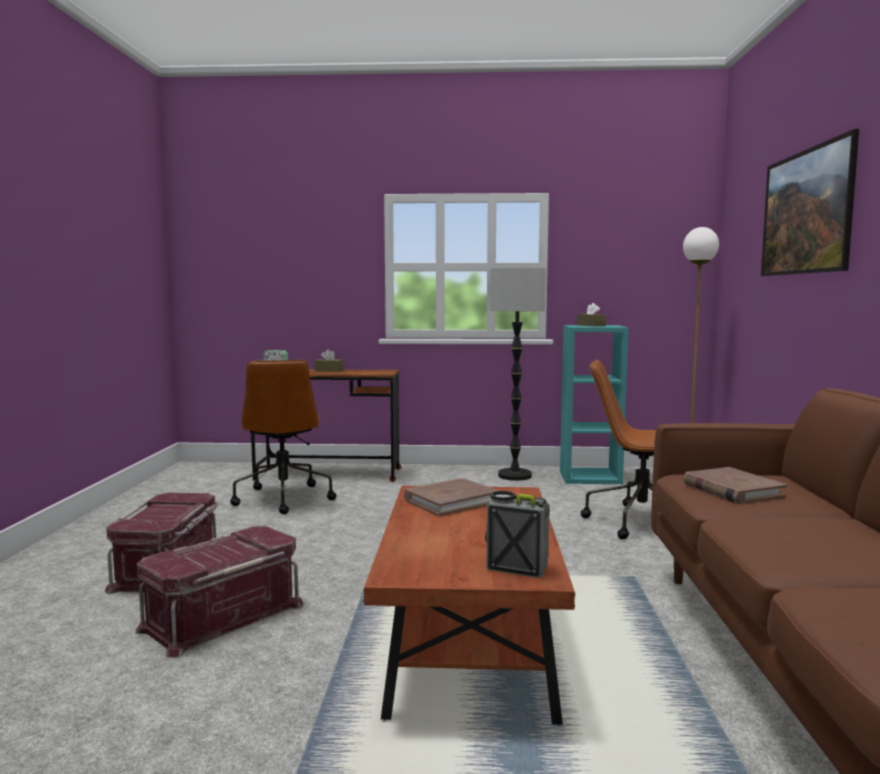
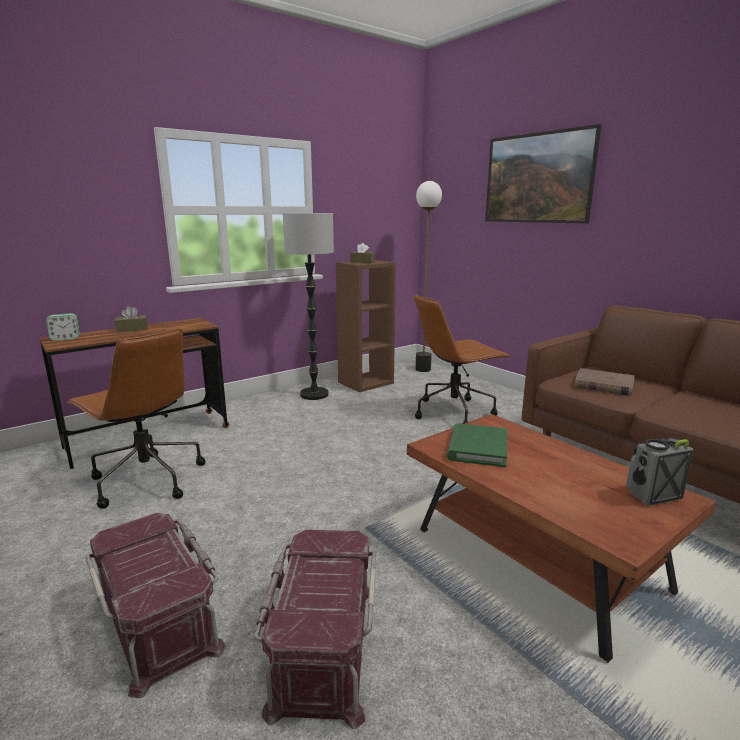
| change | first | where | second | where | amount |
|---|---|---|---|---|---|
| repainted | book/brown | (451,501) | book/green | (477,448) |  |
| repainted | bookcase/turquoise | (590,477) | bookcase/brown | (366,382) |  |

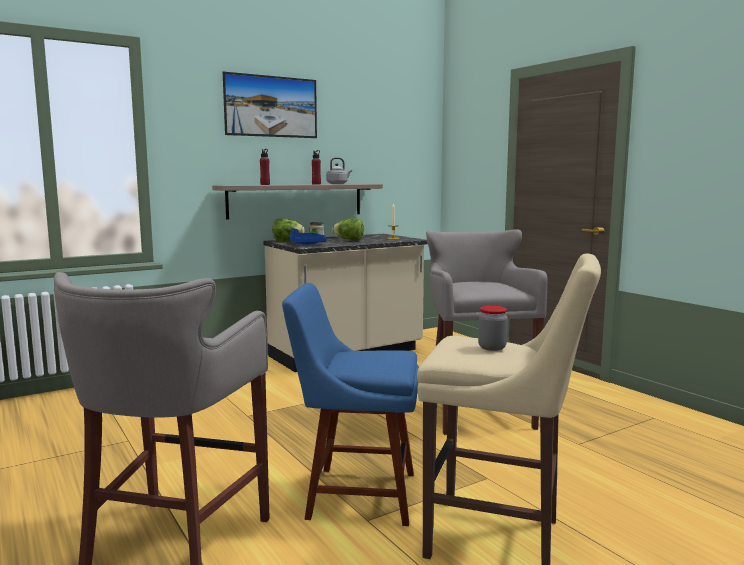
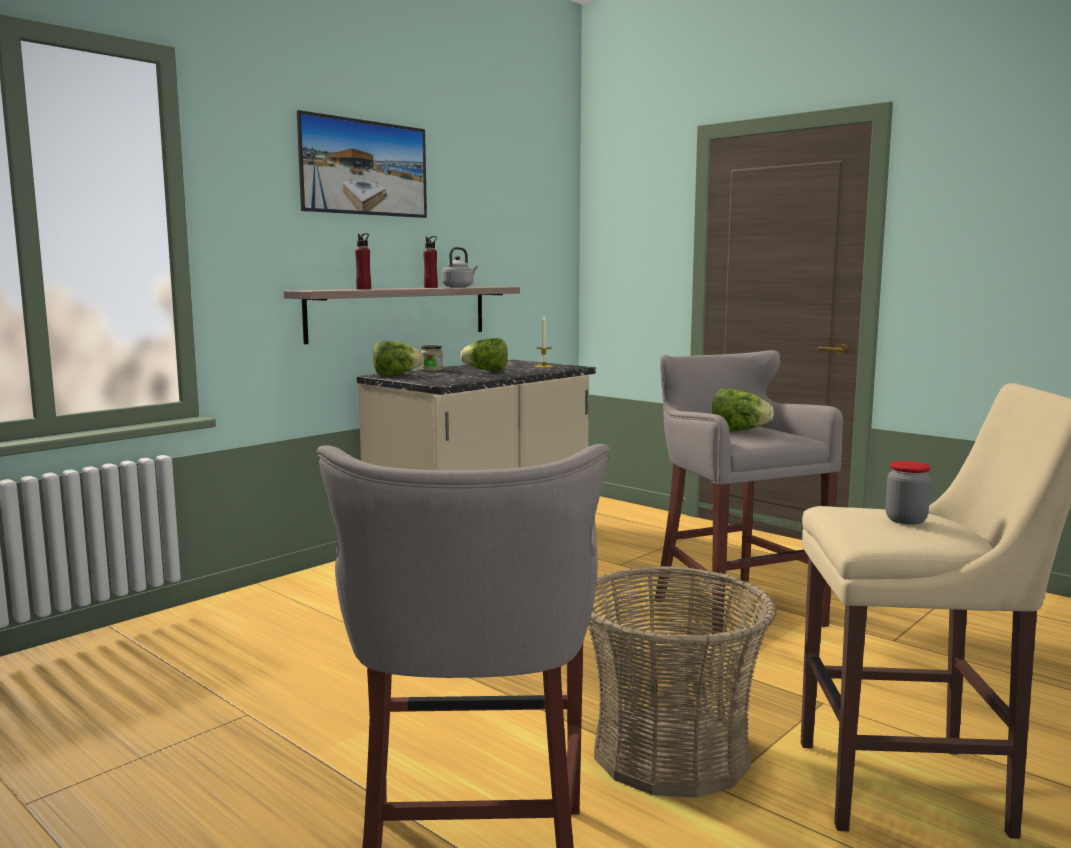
| change | first | where | second | where | amount |
|---|---|---|---|---|---|
| swapped | chair/blue | (355,494) | basket | (670,752) |  |
| gone | tray/blue | (305,244) |  |  |  |
| new |  |  | lettuce | (738,431) |  |

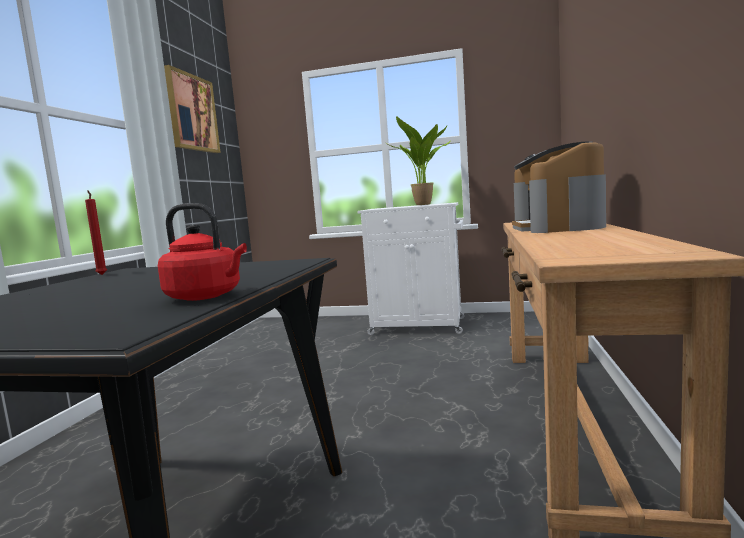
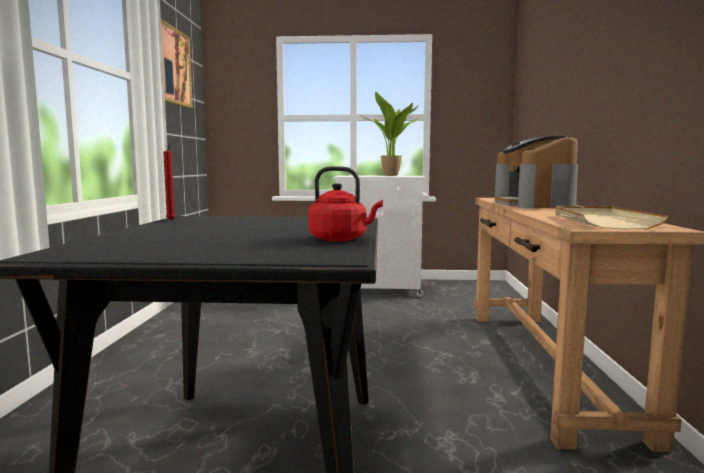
| change | first | where | second | where | amount |
|---|---|---|---|---|---|
| new |  |  | tray/beige | (601,221) |  |

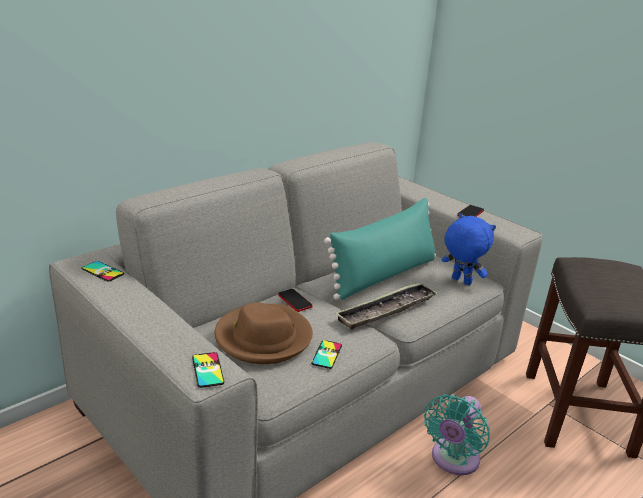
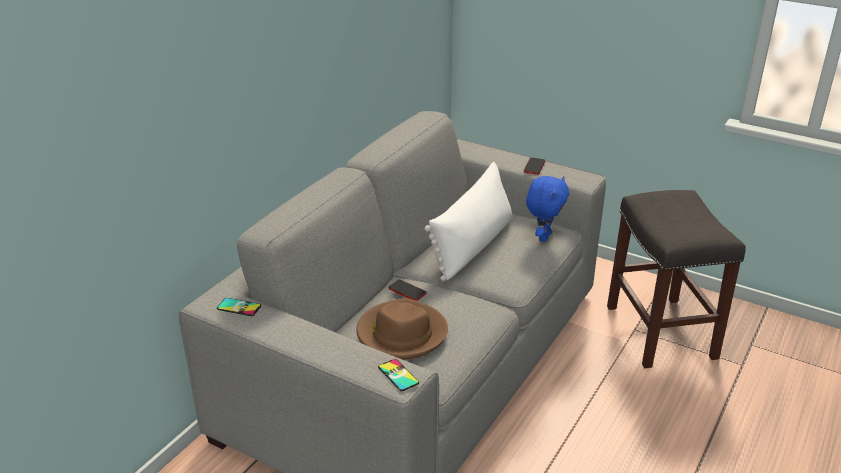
| change | first | where | second | where | amount |
|---|---|---|---|---|---|
| gone | phone | (326,354) |  |  |  |
| repainted | pillow/turquoise | (384,275) | pillow/white | (472,245) |  |
| gone | tray | (386,310) |  |  |  |
| gone | fan/turquoise | (453,460) |  |  |  |
| rotated | plush toy/blue | (460,281) |  | (543,236) | 90 degrees clockwise |

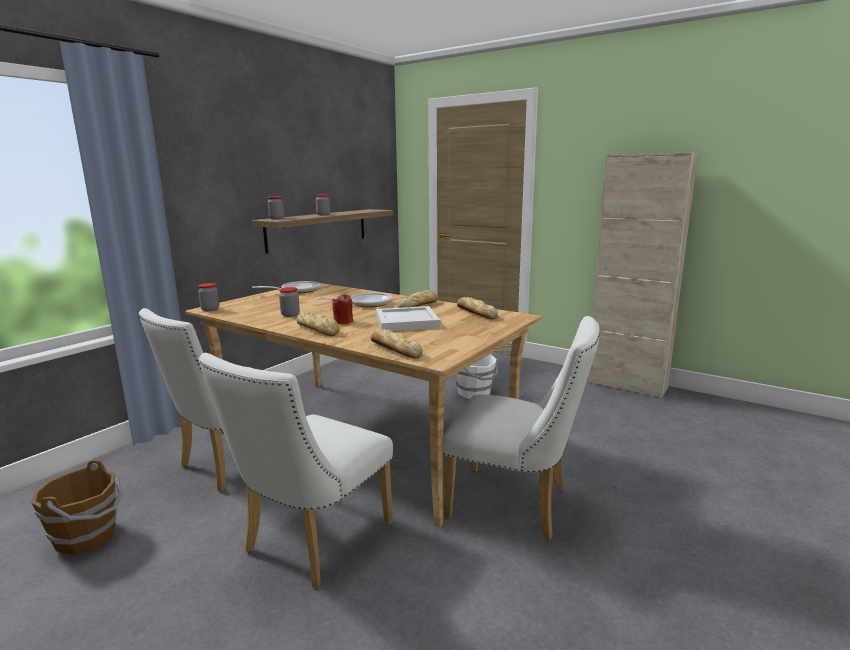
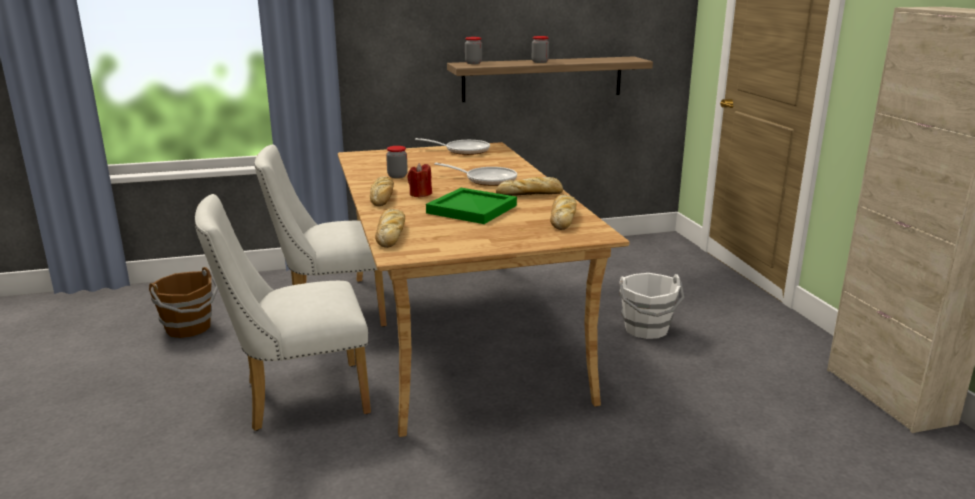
| change | first | where | second | where | amount |
|---|---|---|---|---|---|
| gone | jar | (210,309) |  |  |  |
| repainted | tray/white | (406,322) | tray/green | (470,209) |  |
| gone | chair/white | (516,505) |  |  |  |

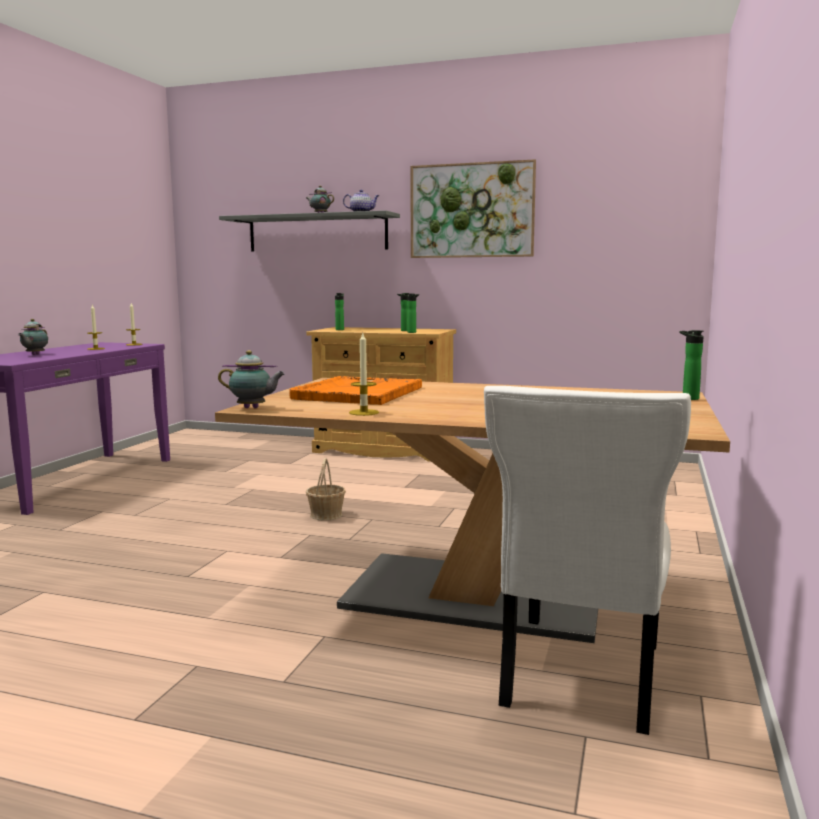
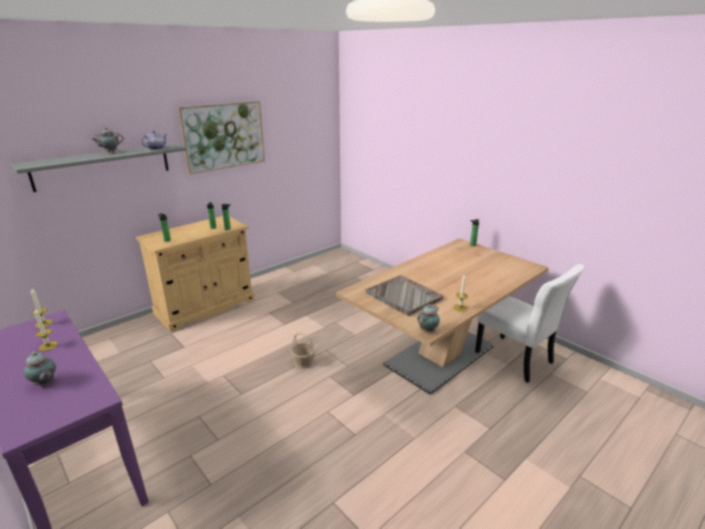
| change | first | where | second | where | amount |
|---|---|---|---|---|---|
| repainted | tray/orange | (357,393) | tray/grey | (404,296) |  |

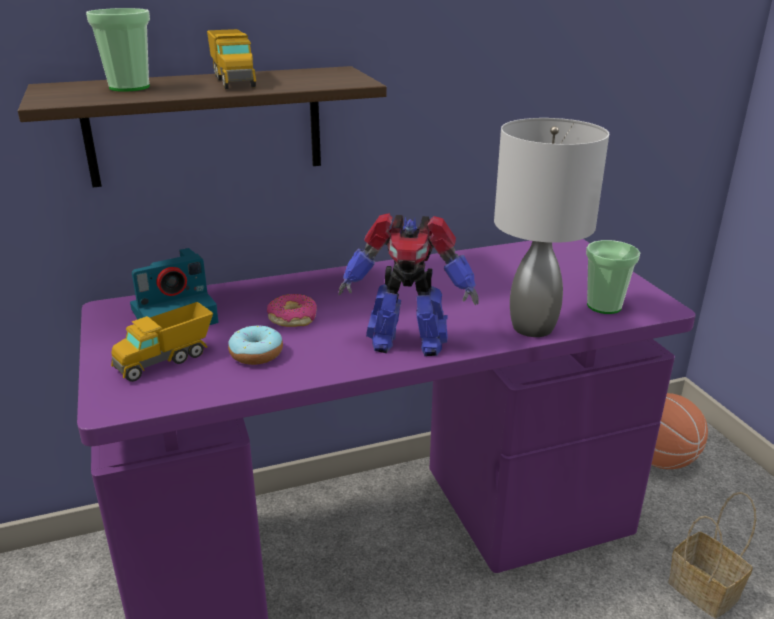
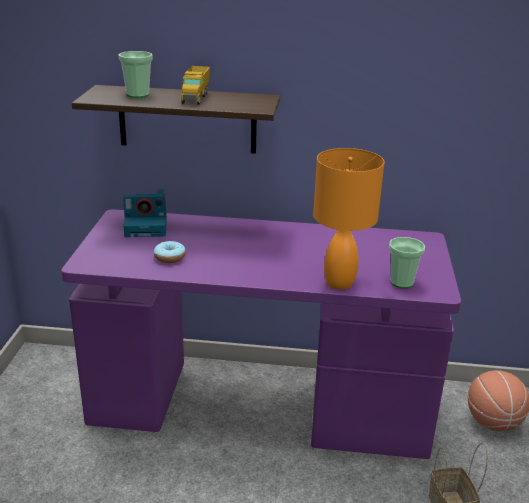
| change | first | where | second | where | amount |
|---|---|---|---|---|---|
| gone | toy truck | (166,360) |  |  |  |
| gone | donut | (292,318) |  |  |  |
| gone | toy robot | (406,342) |  |  |  |
| repainted | table lamp/grey | (533,327) | table lamp/orange | (340,282) |  |

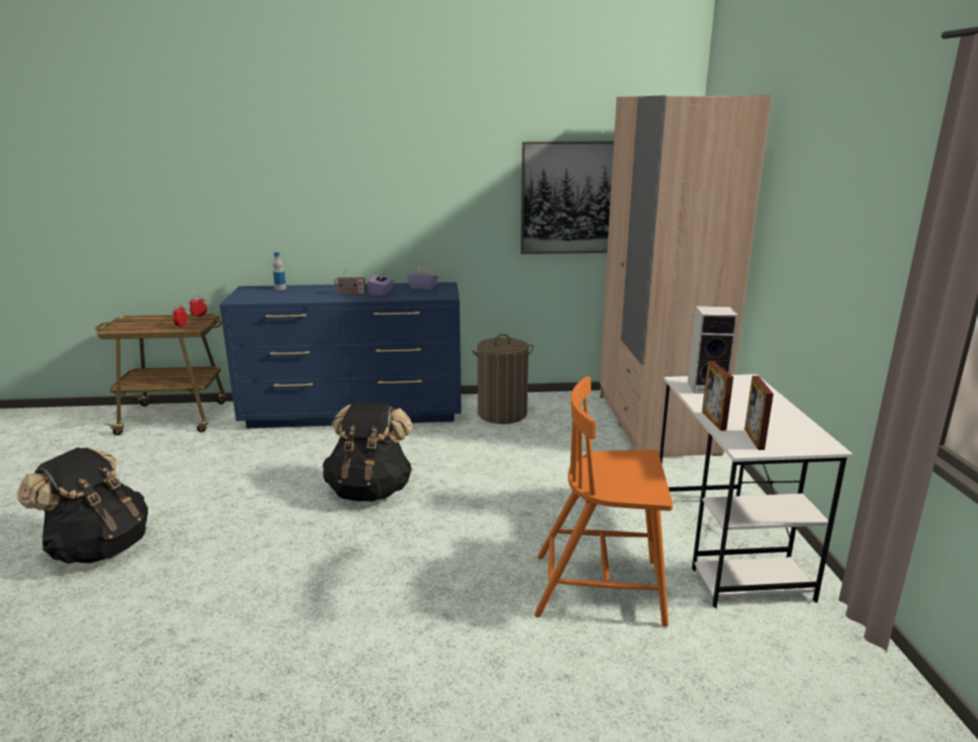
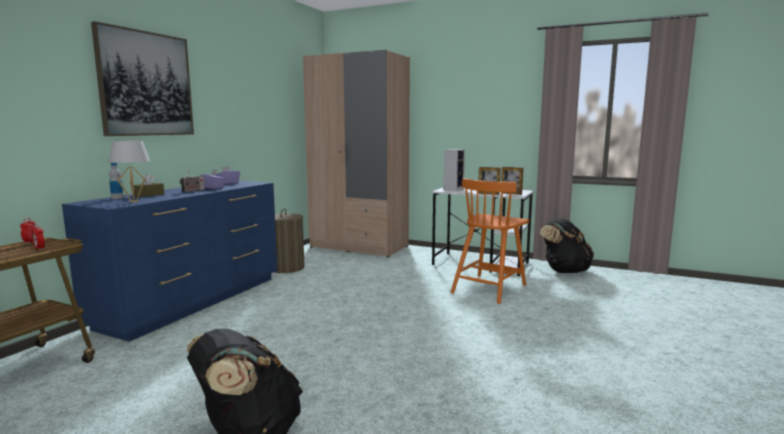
| change | first | where | second | where | amount |
|---|---|---|---|---|---|
| shifted | backpack/black | (370,490) |  | (564,271) |  |
| shifted | picture | (575,198) |  | (146,84) |  |
| new |  |  | table lamp/white | (133,201) |  |
| new |  |  | tissue box/brown | (148,195) |  |

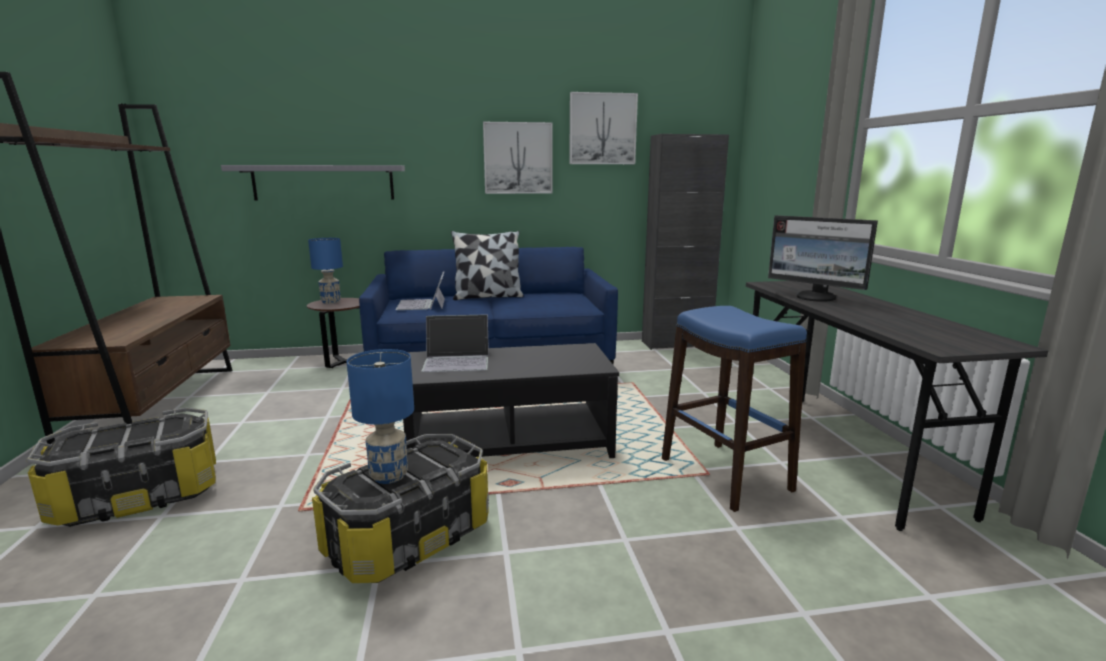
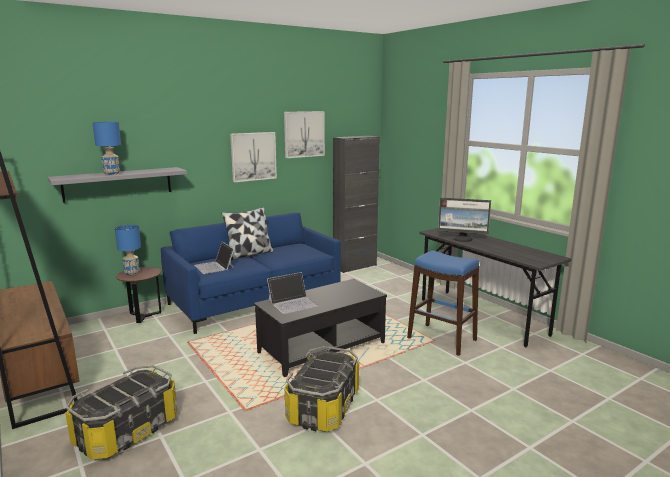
| change | first | where | second | where | amount |
|---|---|---|---|---|---|
| shifted | table lamp/blue | (389,476) |  | (112,173) |  |

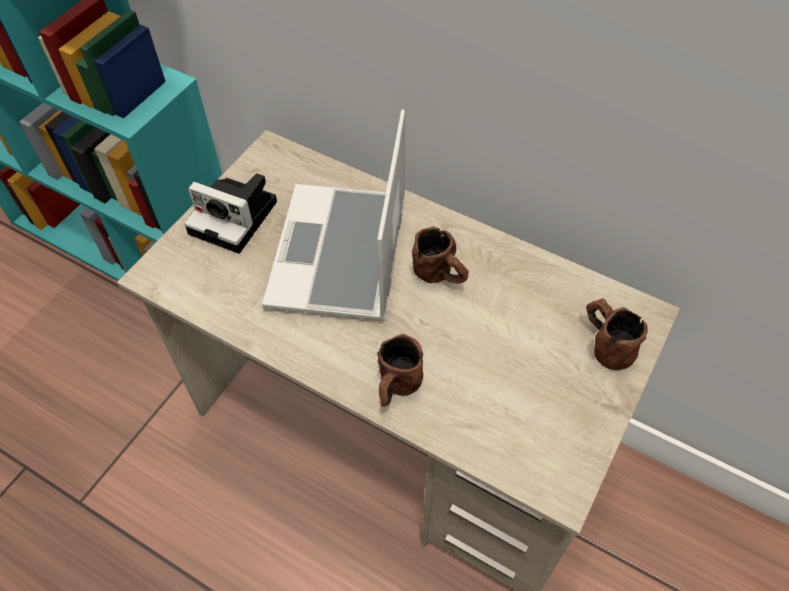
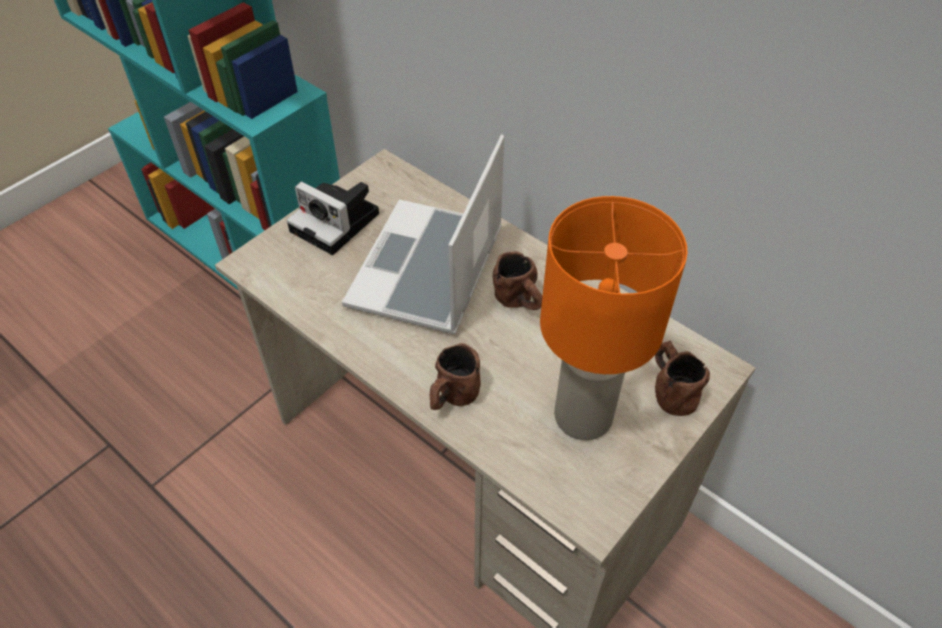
| change | first | where | second | where | amount |
|---|---|---|---|---|---|
| new |  |  | table lamp/orange | (584,417) |  |

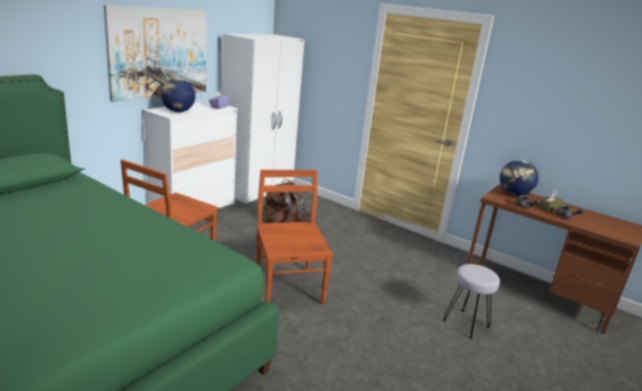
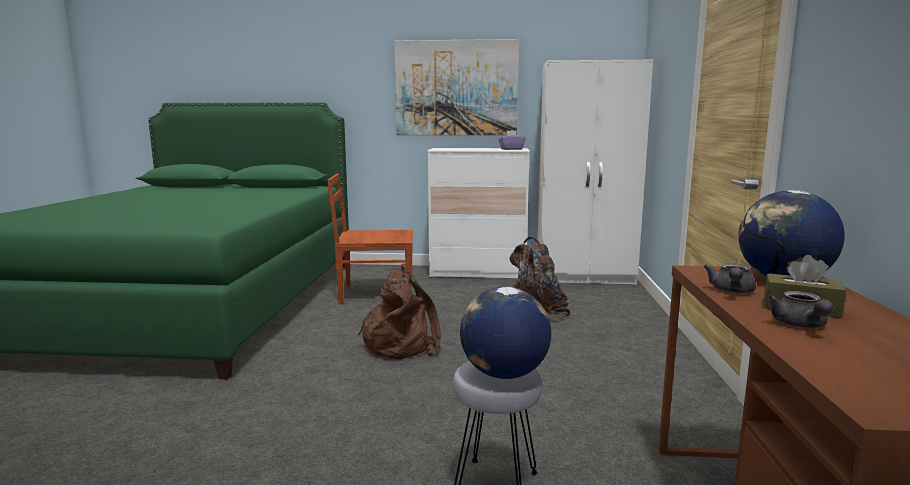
| change | first | where | second | where | amount |
|---|---|---|---|---|---|
| shifted | globe | (178,111) |  | (503,374) |  |
| swapped | chair/brown | (288,286) | backpack/brown | (402,344) |  |

